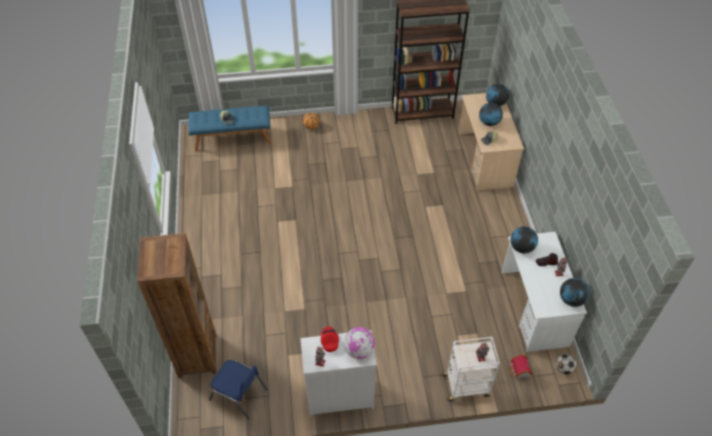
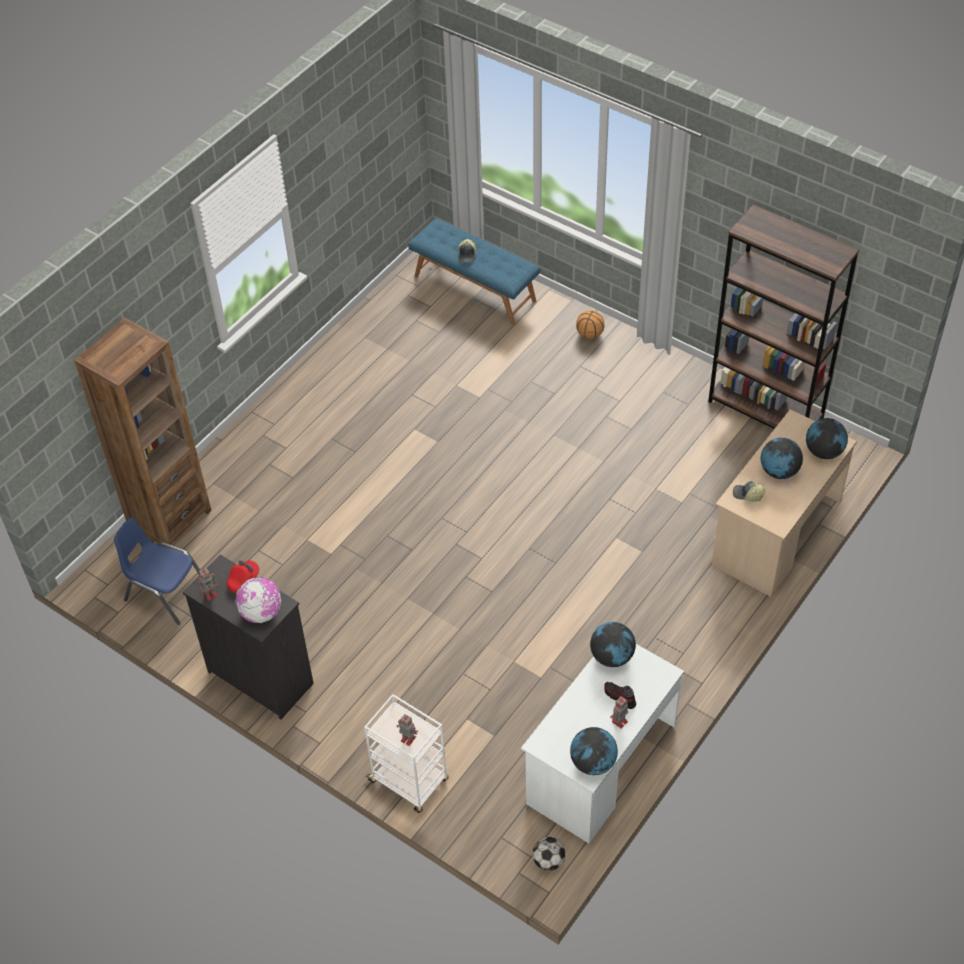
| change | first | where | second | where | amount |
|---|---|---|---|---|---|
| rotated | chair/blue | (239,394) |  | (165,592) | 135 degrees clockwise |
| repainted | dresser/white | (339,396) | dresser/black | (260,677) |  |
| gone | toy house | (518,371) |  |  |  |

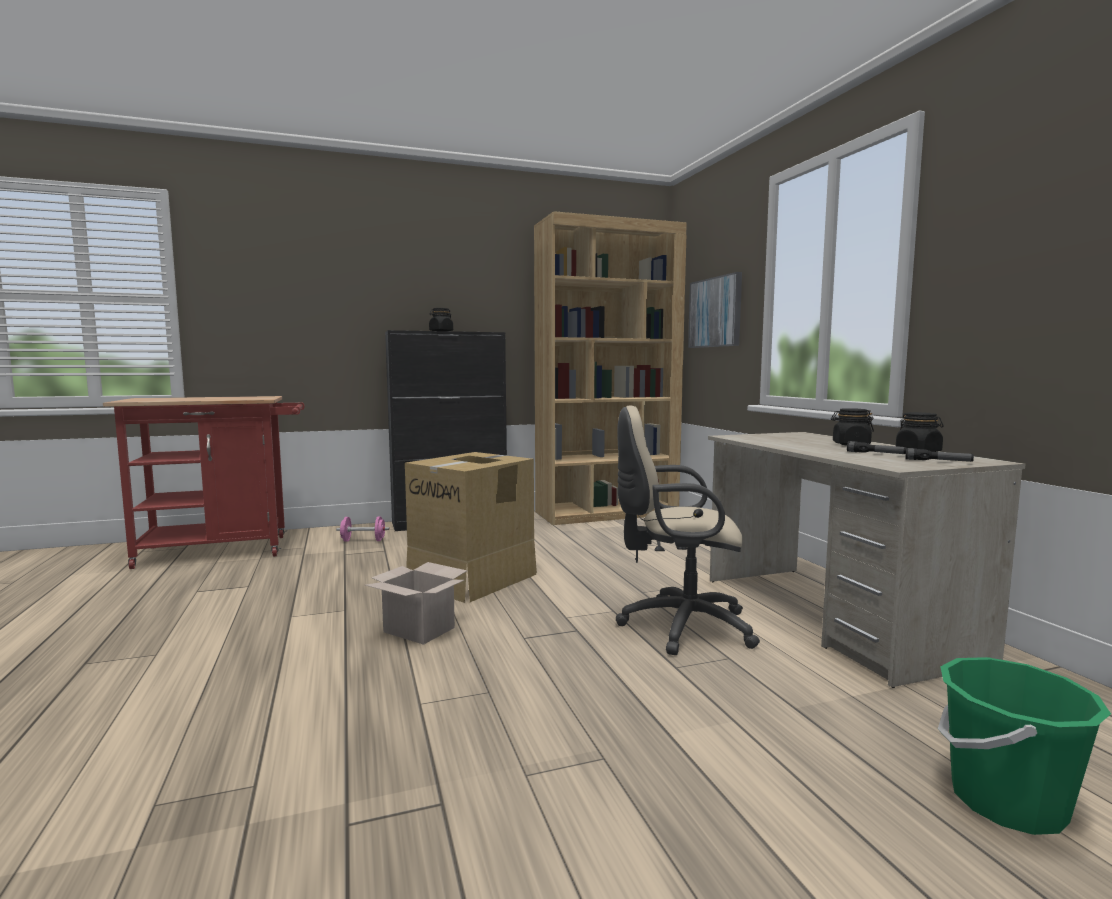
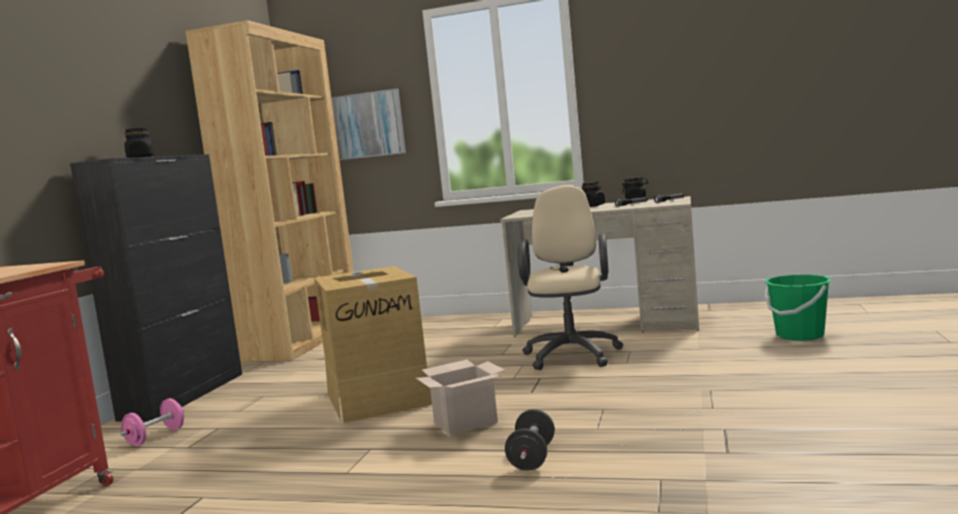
| change | first | where | second | where | amount |
|---|---|---|---|---|---|
| rotated | office chair/beige | (679,626) |  | (572,354) | 150 degrees clockwise |
| new |  |  | dumbbell/black | (532,458) |  |

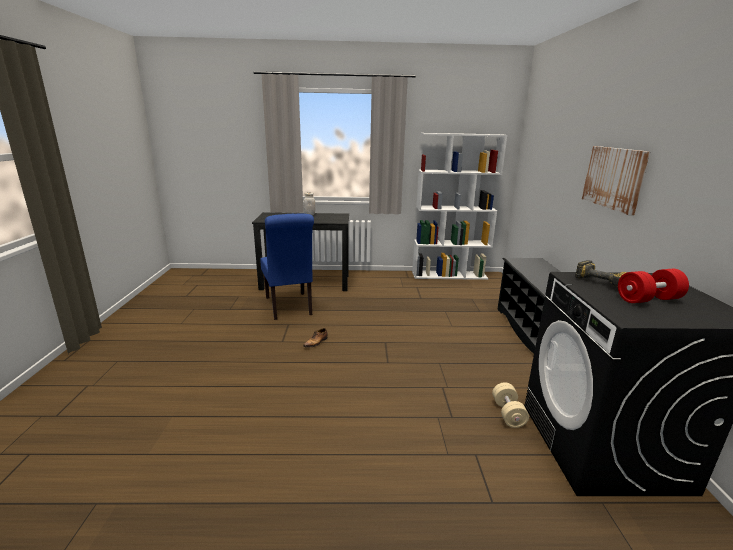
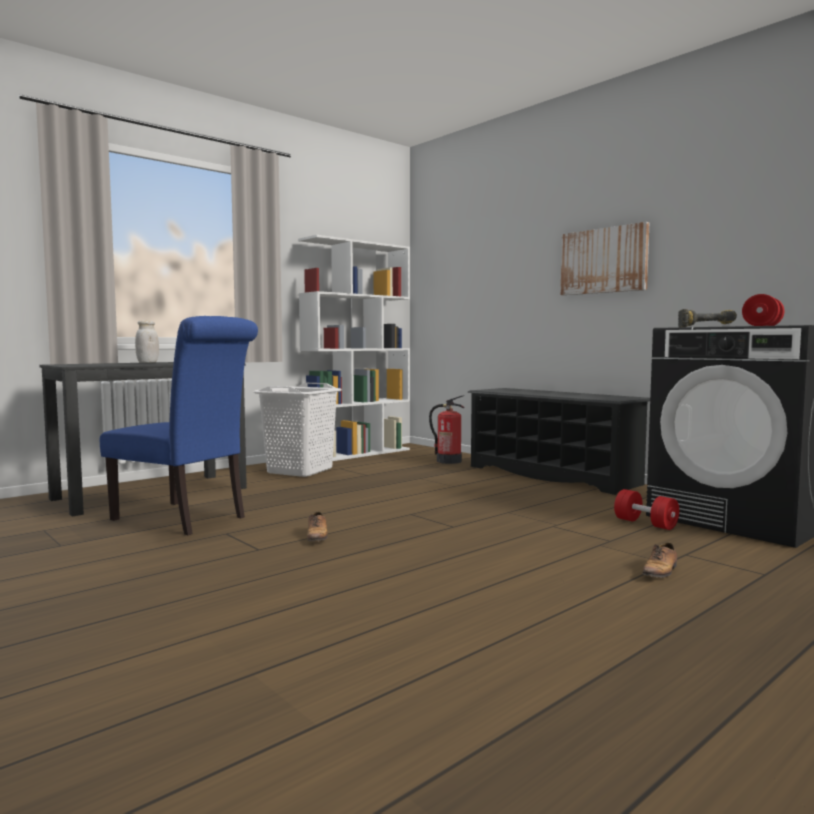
| change | first | where | second | where | amount |
|---|---|---|---|---|---|
| repainted | dumbbell/beige | (508,413) | dumbbell/red | (645,523) |  |
| new |  |  | laundry basket/white | (300,471) |  |
| new |  |  | fire extinguisher | (448,461) |  |
| new |  |  | shoe | (660,572) |  |

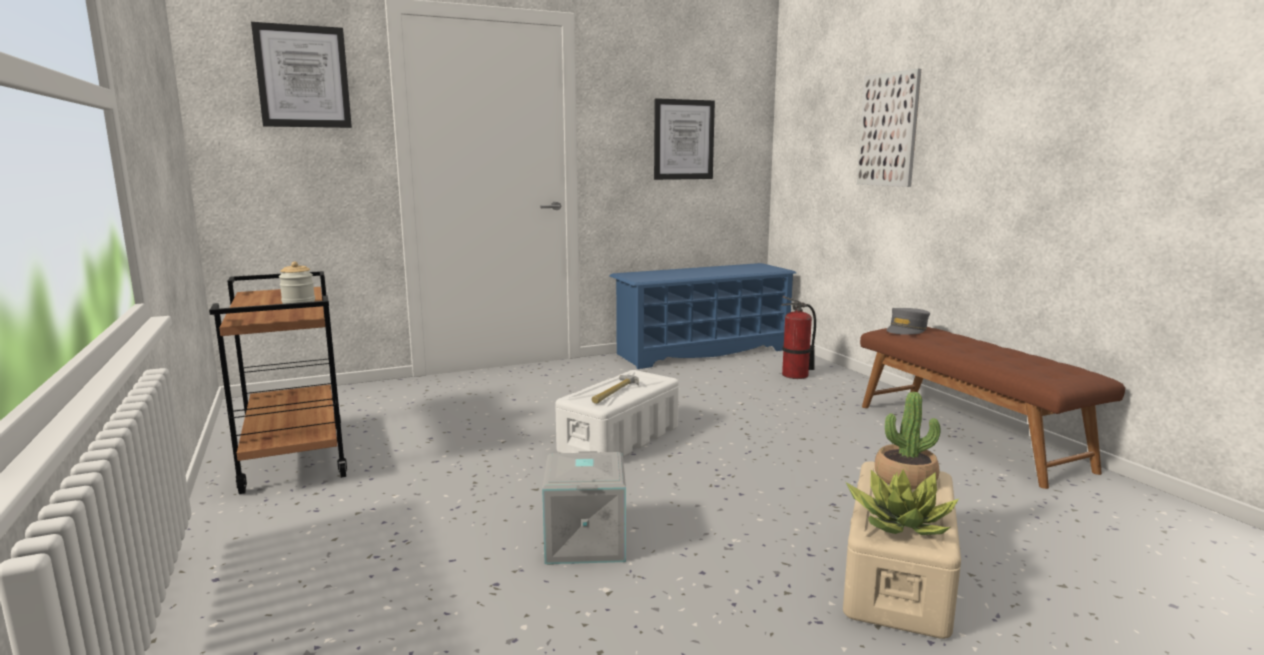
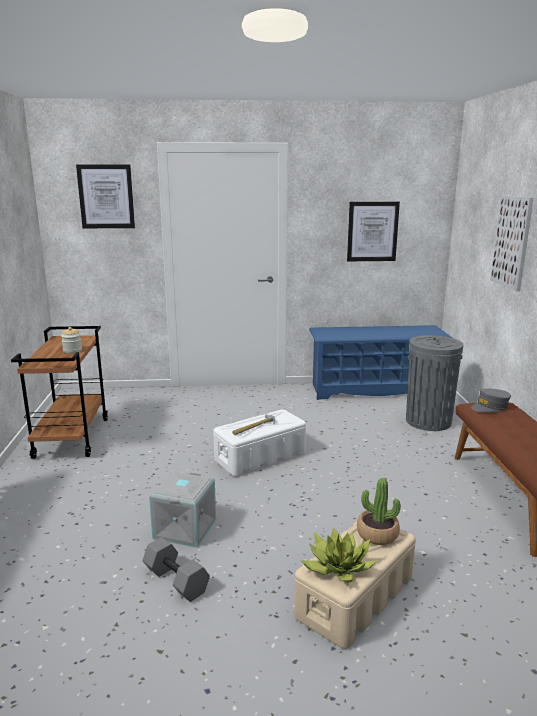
| change | first | where | second | where | amount |
|---|---|---|---|---|---|
| swapped | fire extinguisher | (795,375) | trash can/grey | (428,421) |  |
| new |  |  | dumbbell/grey | (175,581) |  |

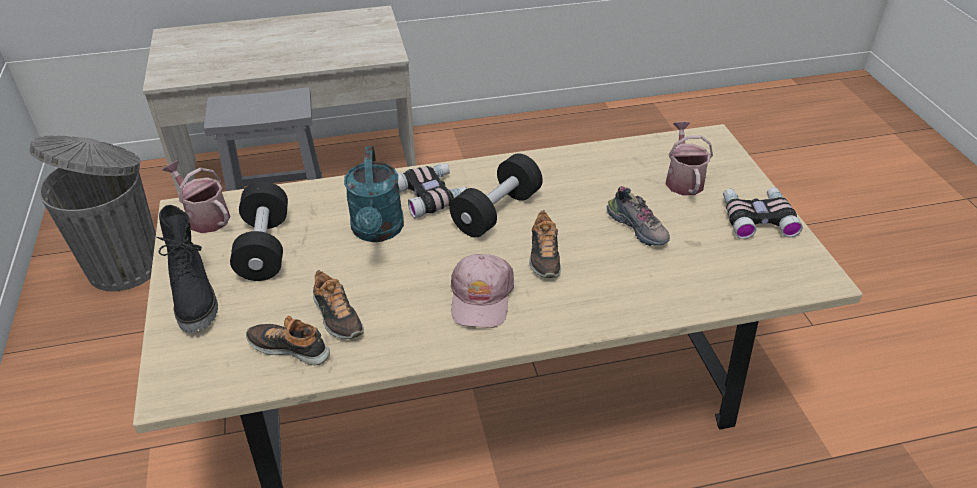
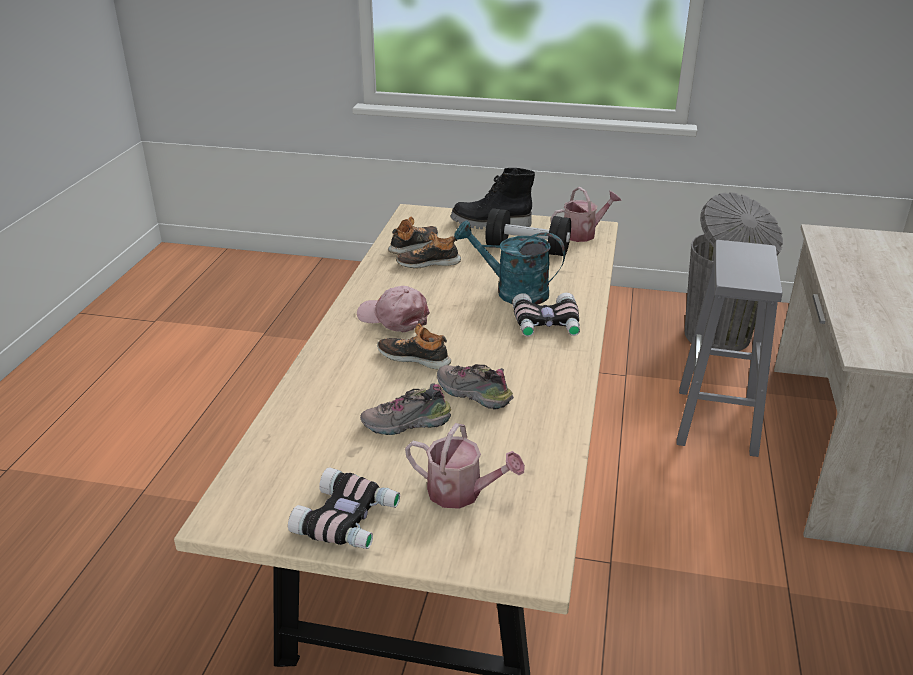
| change | first | where | second | where | amount |
|---|---|---|---|---|---|
| gone | dumbbell/black | (496,212) |  |  |  |
| new |  |  | shoe | (471,394) |  |

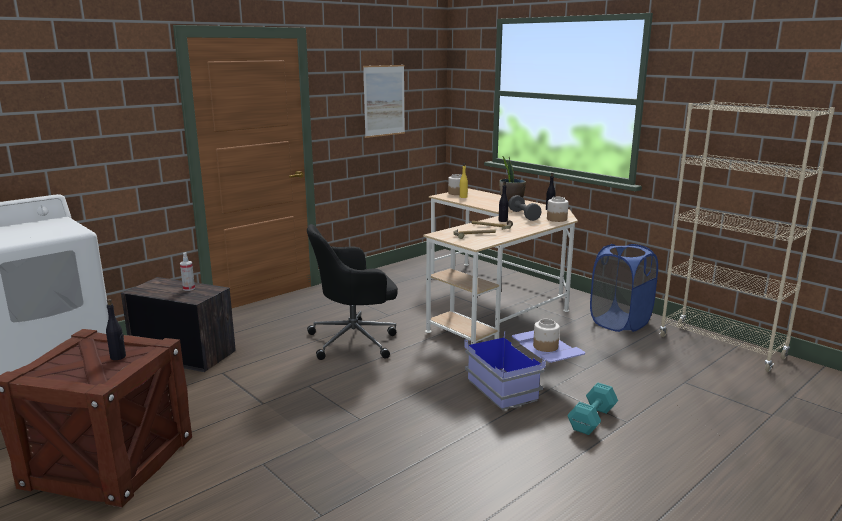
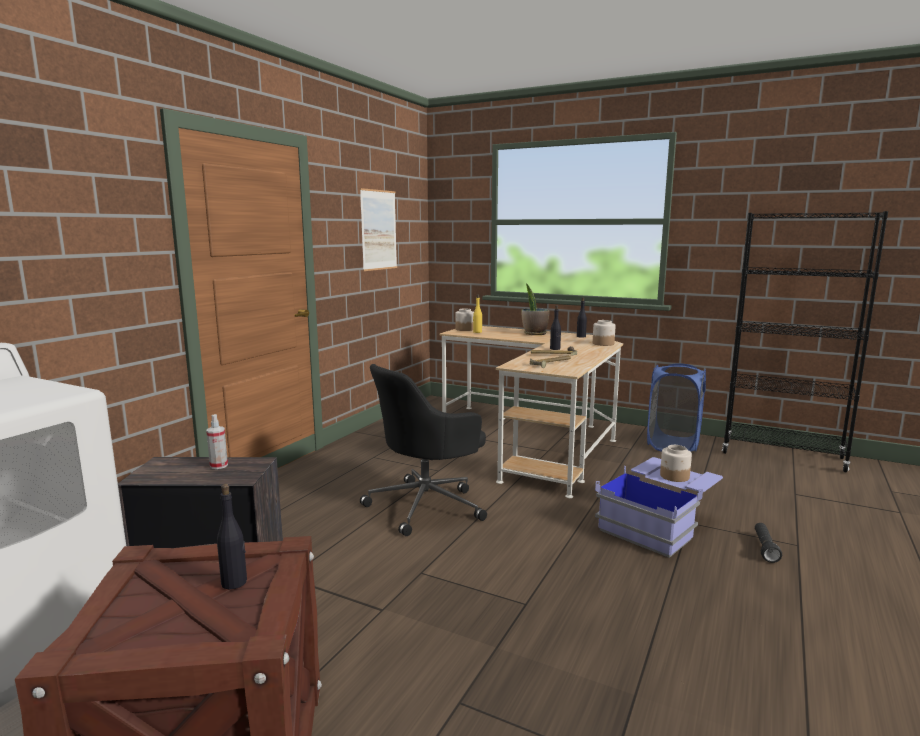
| change | first | where | second | where | amount |
|---|---|---|---|---|---|
| gone | dumbbell/grey | (524,215) |  |  |  |
| swapped | dumbbell/turquoise | (593,419) | flashlight/black | (765,548) |  |
| repainted | bookcase/beige | (721,347) | bookcase/black | (782,456) |  |

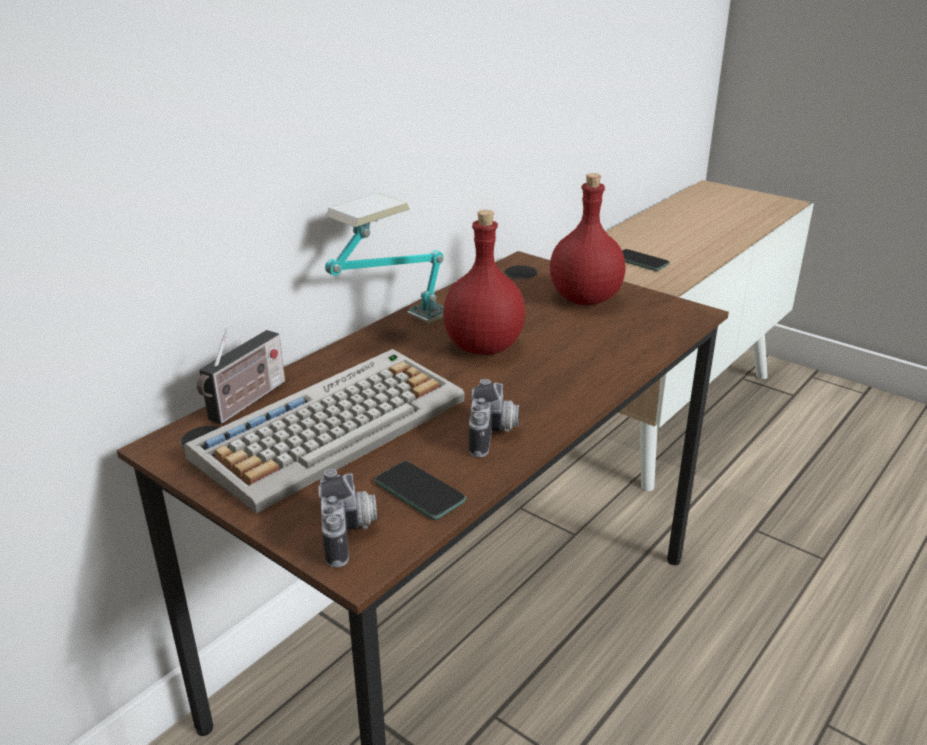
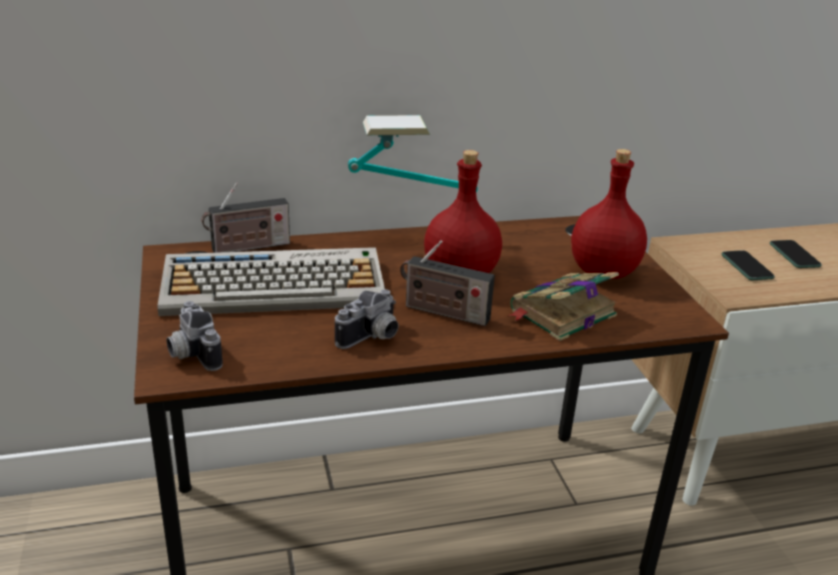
| change | first | where | second | where | amount |
|---|---|---|---|---|---|
| rotated | photo camera | (350,533) |  | (191,354) | 120 degrees clockwise |
| shifted | phone | (419,492) |  | (794,255) |  |
| new |  |  | radio | (442,312) |  |
| new |  |  | book | (561,313) |  |

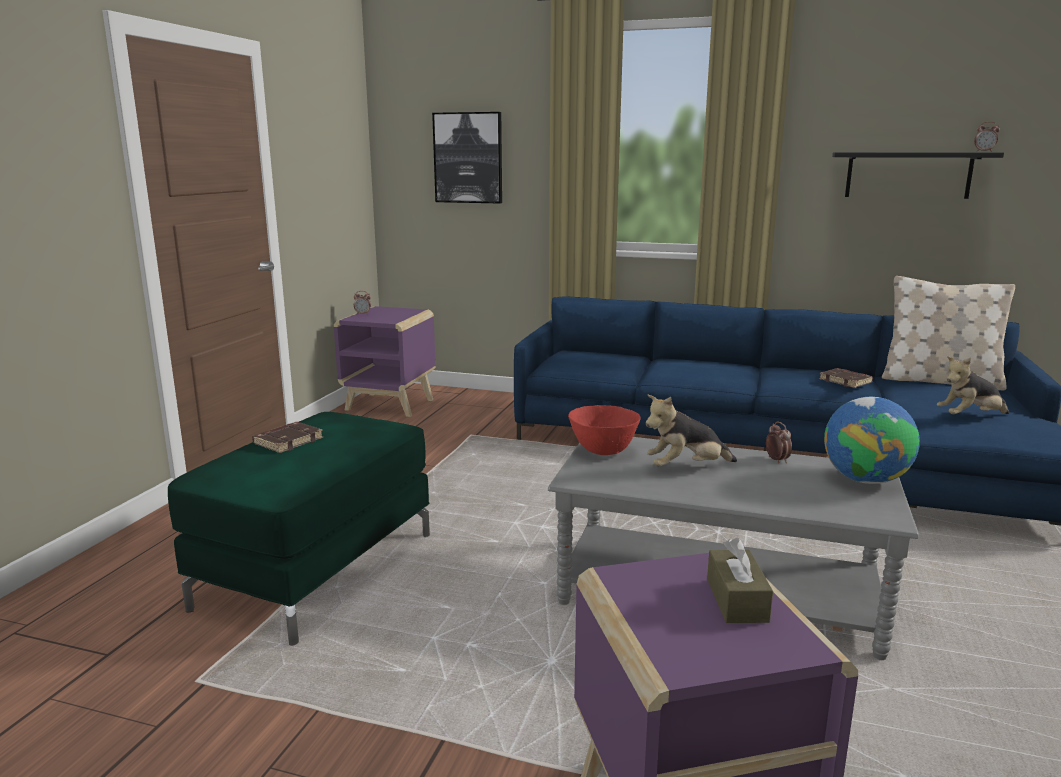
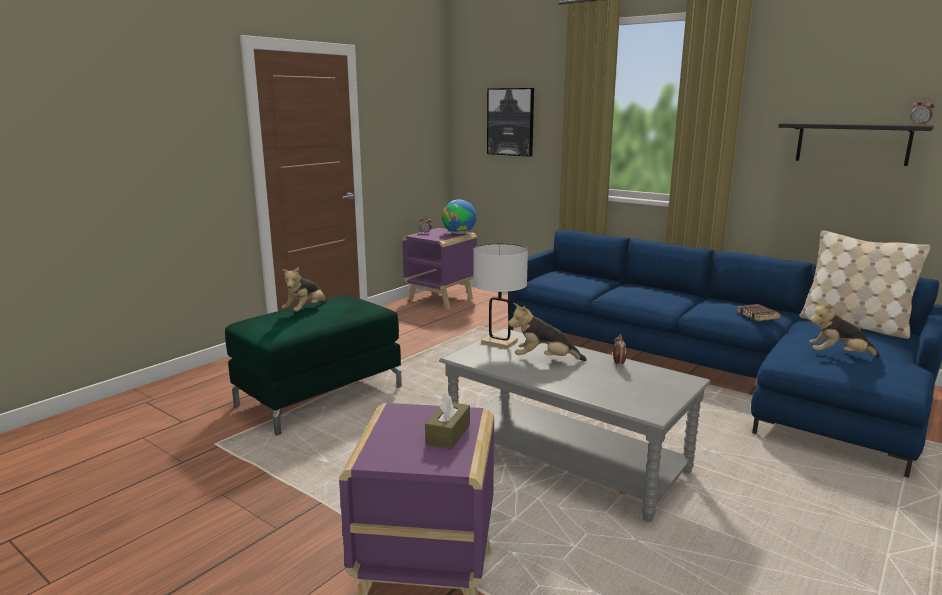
| change | first | where | second | where | amount |
|---|---|---|---|---|---|
| swapped | book/brown | (288,441) | plush toy | (306,310) |  |
| swapped | bowl/red | (603,452) | table lamp/white | (499,342) |  |
| shifted | globe | (865,480) |  | (459,233) |  |

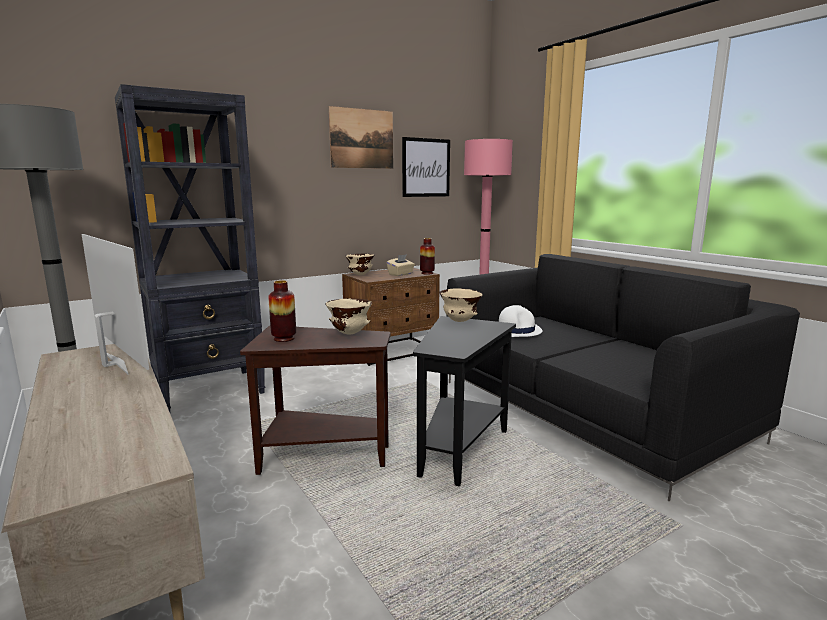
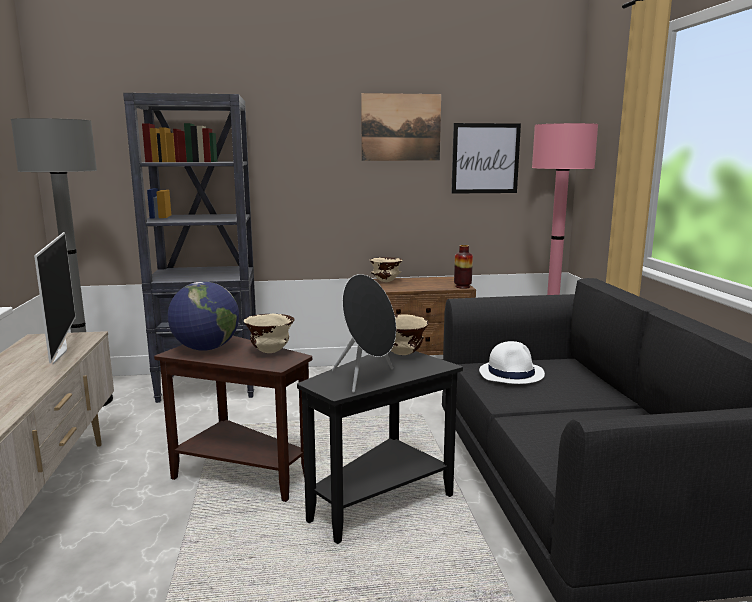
| change | first | where | second | where | amount |
|---|---|---|---|---|---|
| swapped | vase | (284,339) | globe | (206,348) |  |
| gone | tissue box/beige | (401,274) |  |  |  |
| new |  |  | speaker/black | (366,378) |  |

